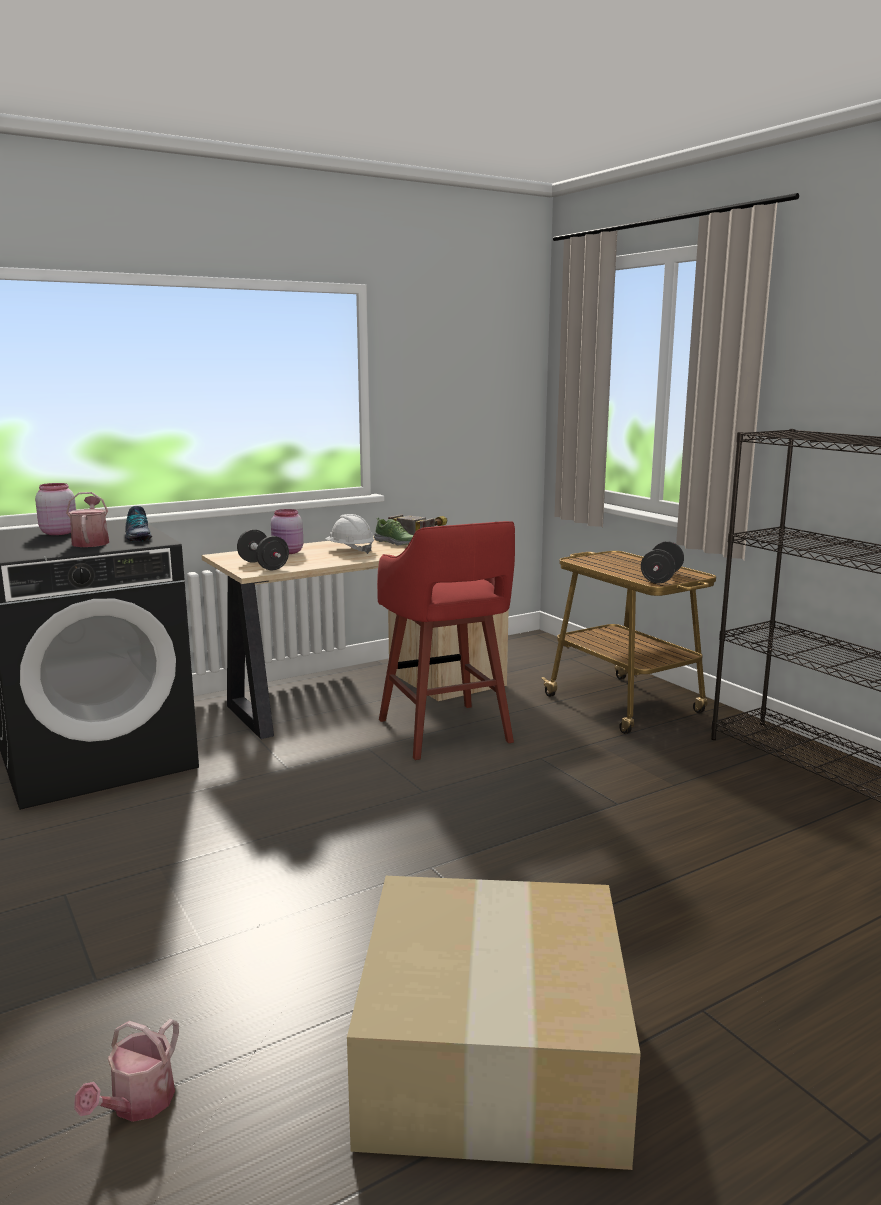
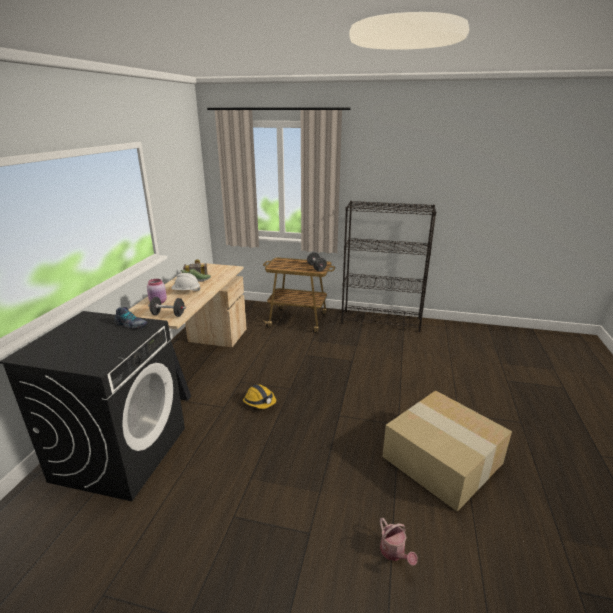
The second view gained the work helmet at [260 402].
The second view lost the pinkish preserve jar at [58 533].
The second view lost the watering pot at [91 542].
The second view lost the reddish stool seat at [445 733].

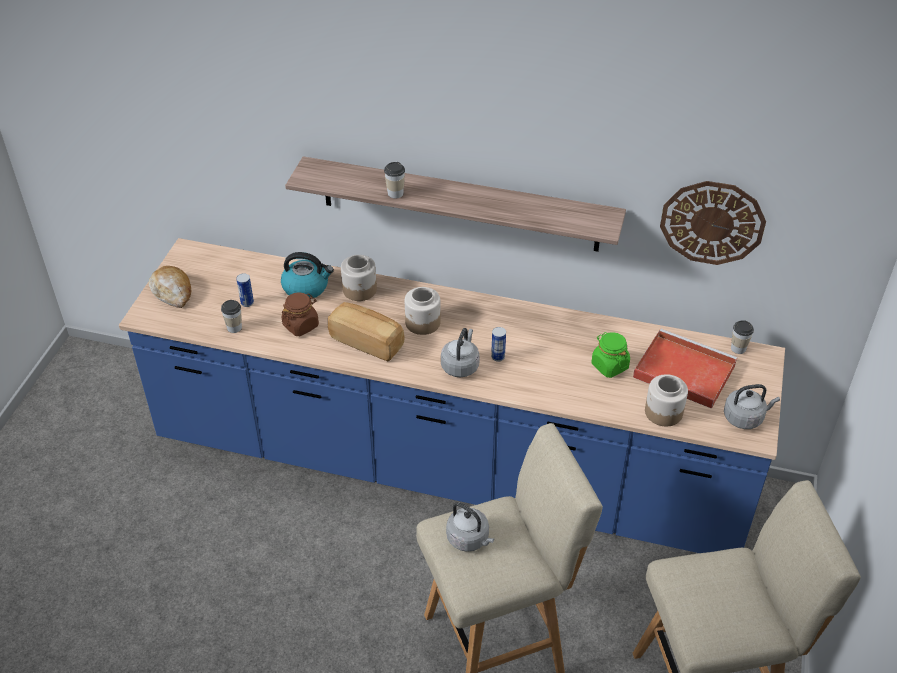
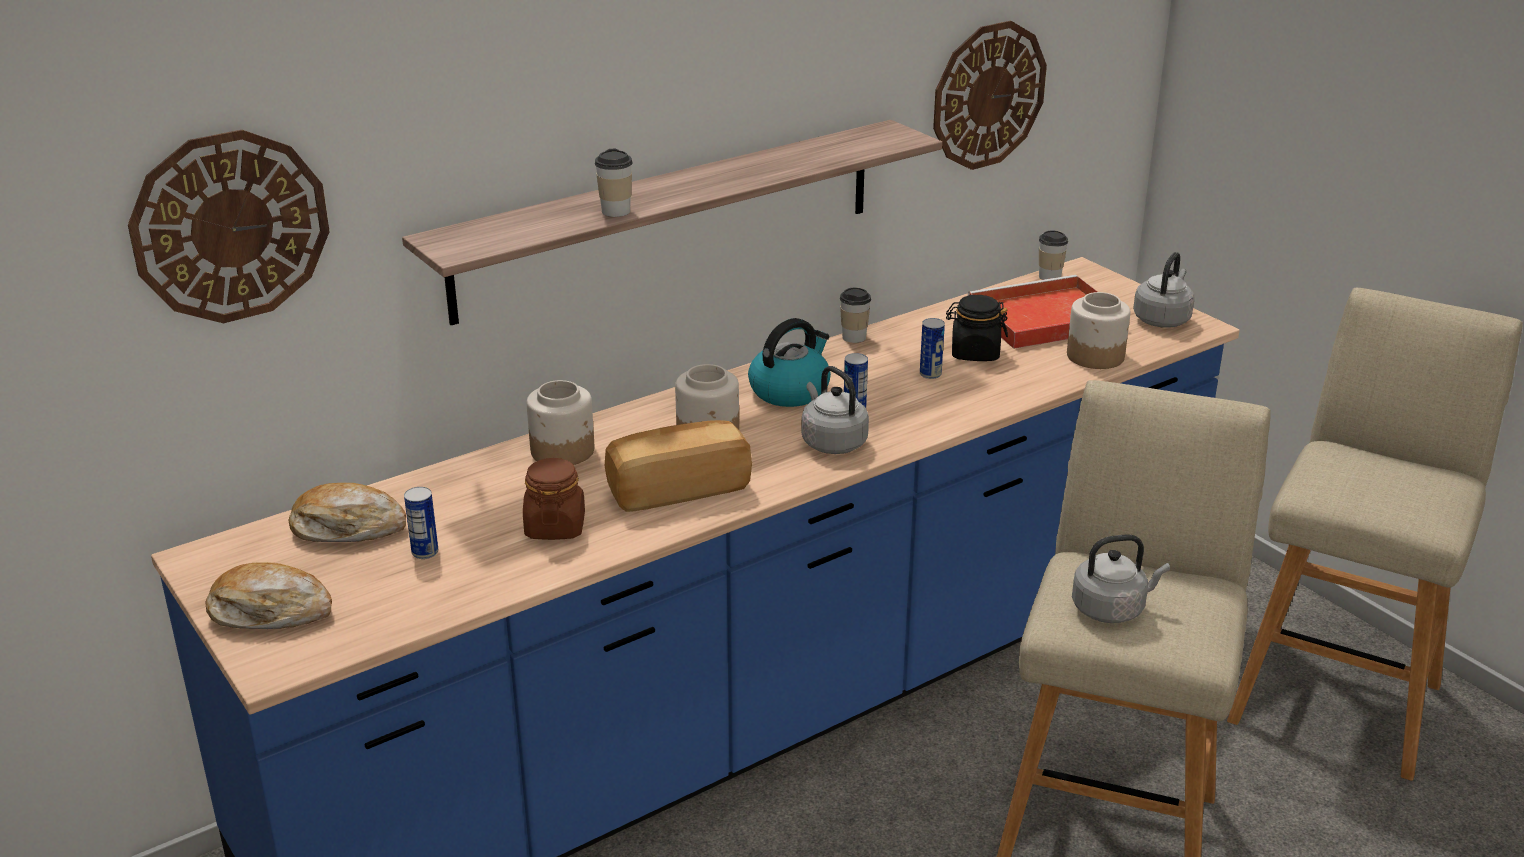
The second view gained the hanging clock at [230 227].
The second view gained the bread at [348 527].
The tea kettle ended up elsewhere, having gone from [306 287] to [790 390].
The cup ended up elsewhere, having gone from [234 327] to [854 337].
The second view gained the sealed can at [930 374].
What was the green-coloured preserve jar at [609 366] turned into the black preserve jar at [974 353].

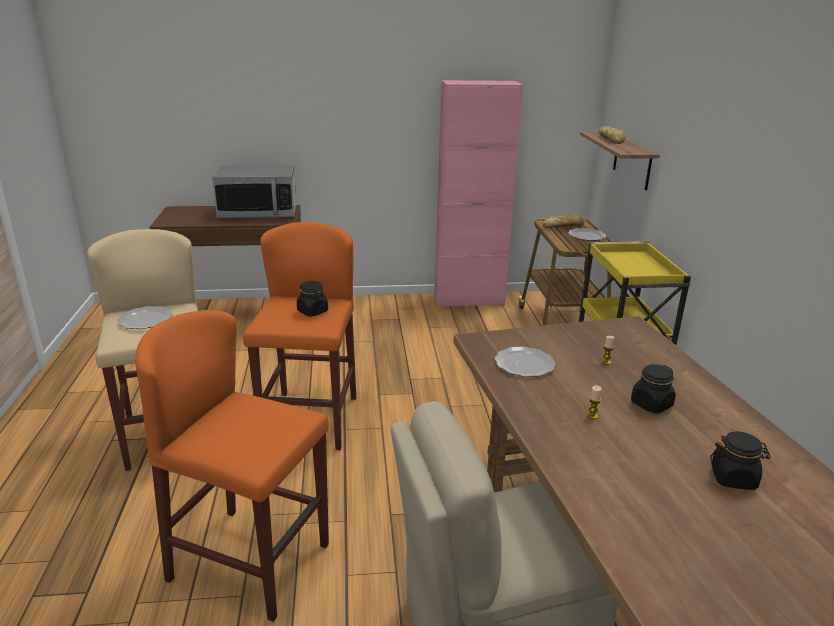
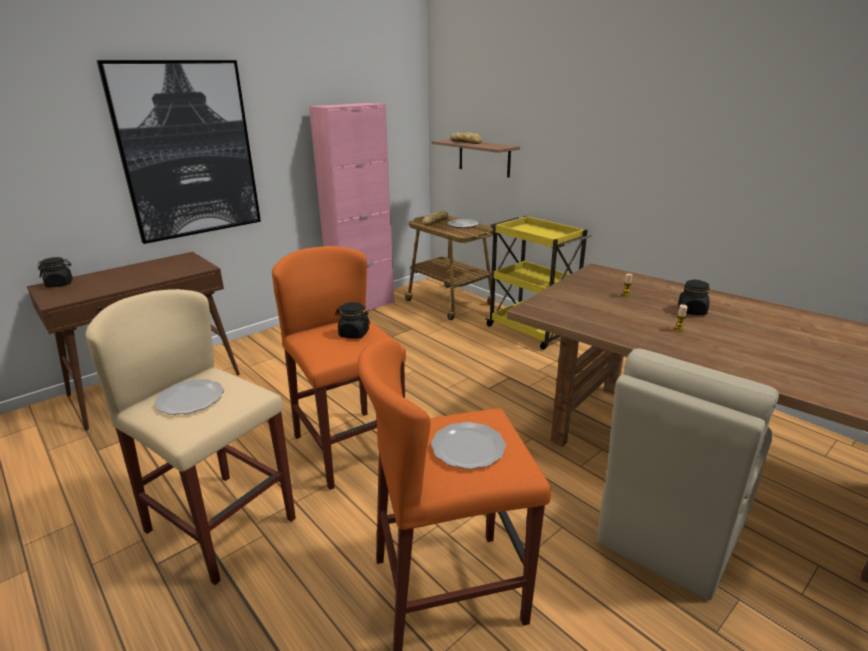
The black preserve jar ended up elsewhere, having gone from [733 478] to [60 284].
The second view gained the wall picture at [188 151].
The dinner plate ended up elsewhere, having gone from [523 364] to [467 448].
The second view lost the microwave oven at [258 213].

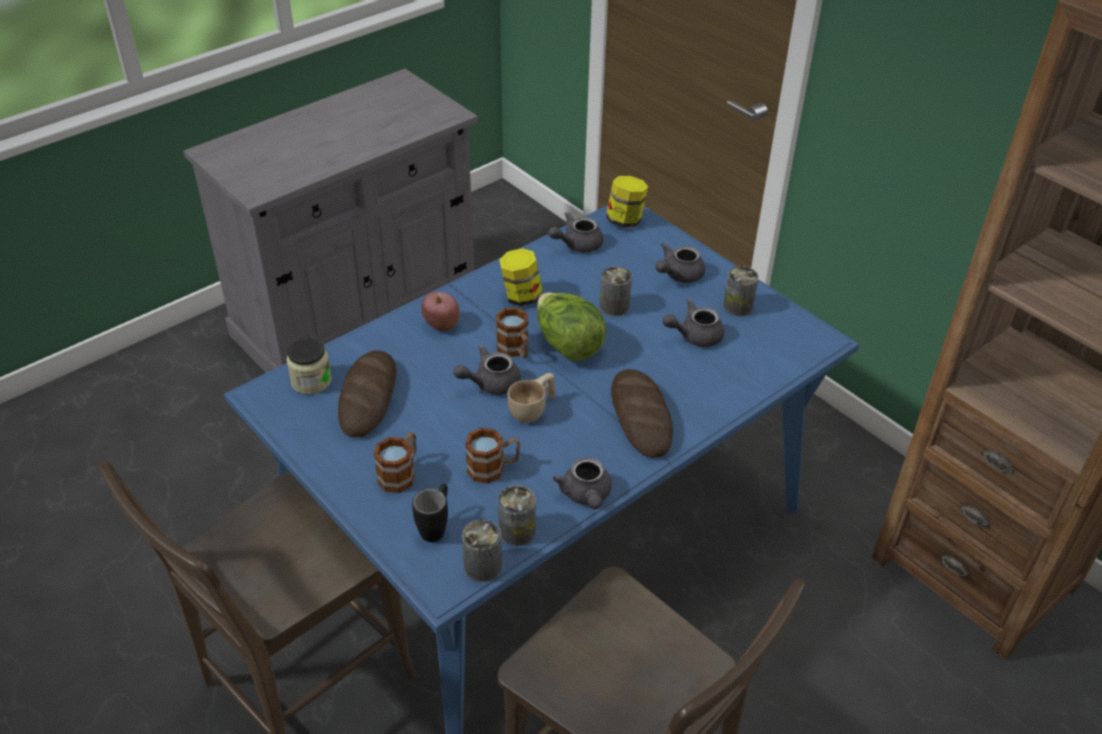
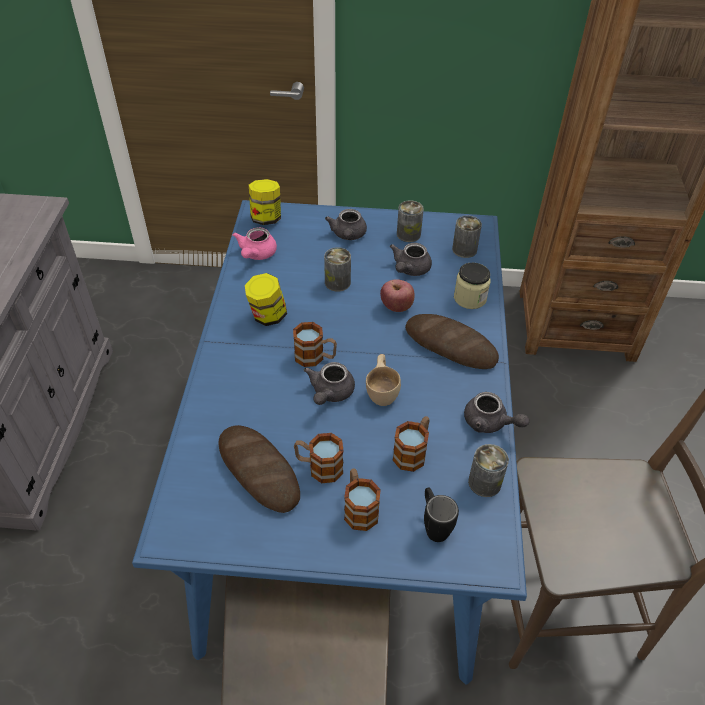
What was the grey teapot at [577 244] turned into the pinkish teapot at [256 254].
The second view gained the tea mug at [319 467].
The apple ended up elsewhere, having gone from [441 324] to [396 307].
The sealed can ended up elsewhere, having gone from [482 566] to [464 249].
The preserve jar ended up elsewhere, having gone from [311 381] to [470 298].
The second view lost the lettuce head at [567 345].

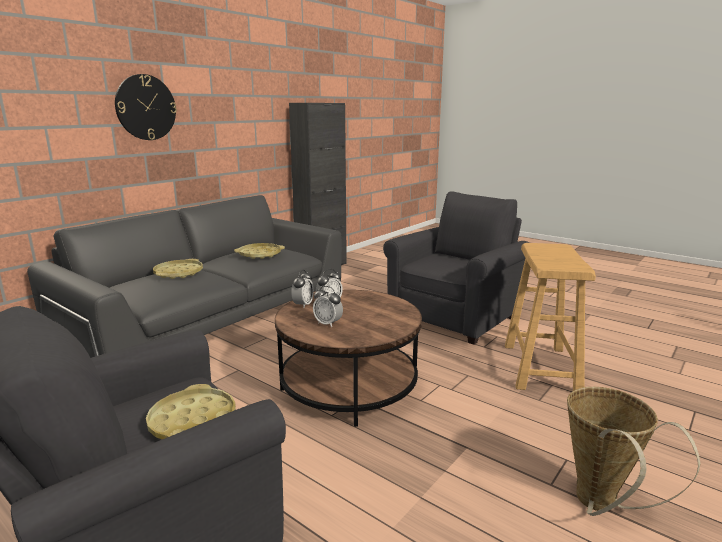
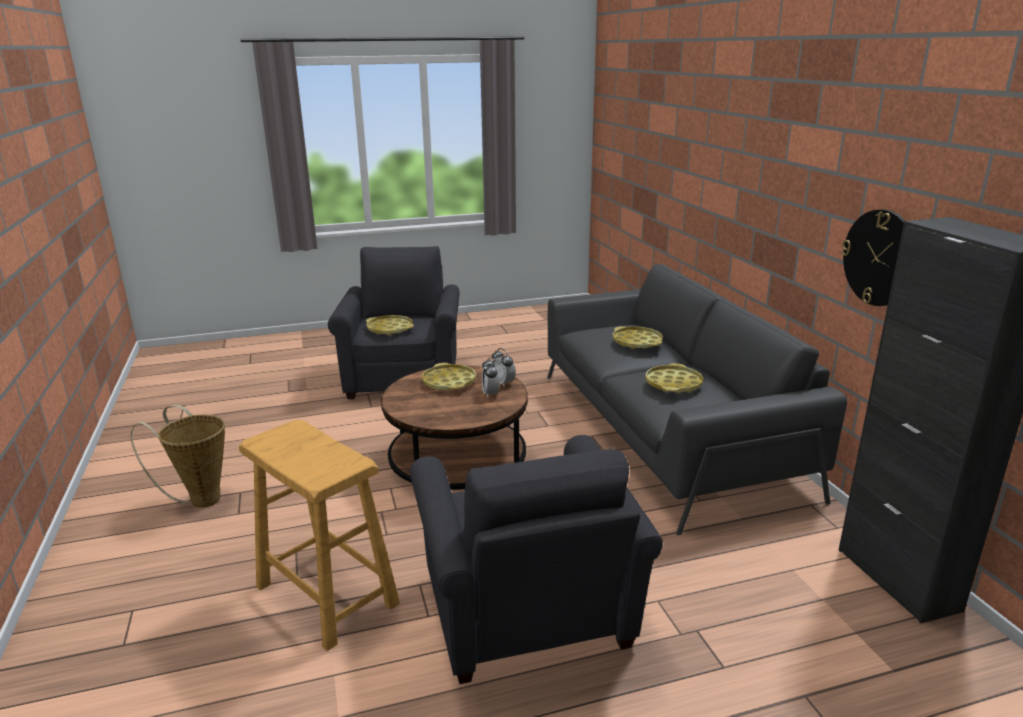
Where the table clock stood at [328 323], the yellow-coloured tray came to stand at [449 382].
The hanging clock ended up elsewhere, having gone from [146 107] to [880 258].

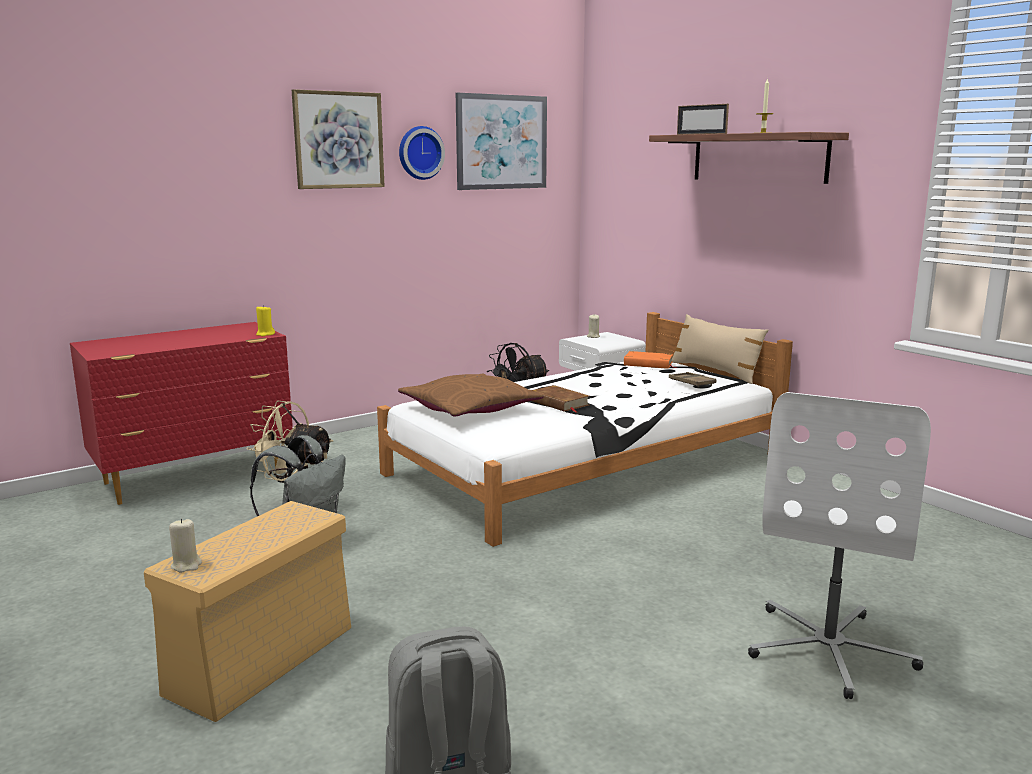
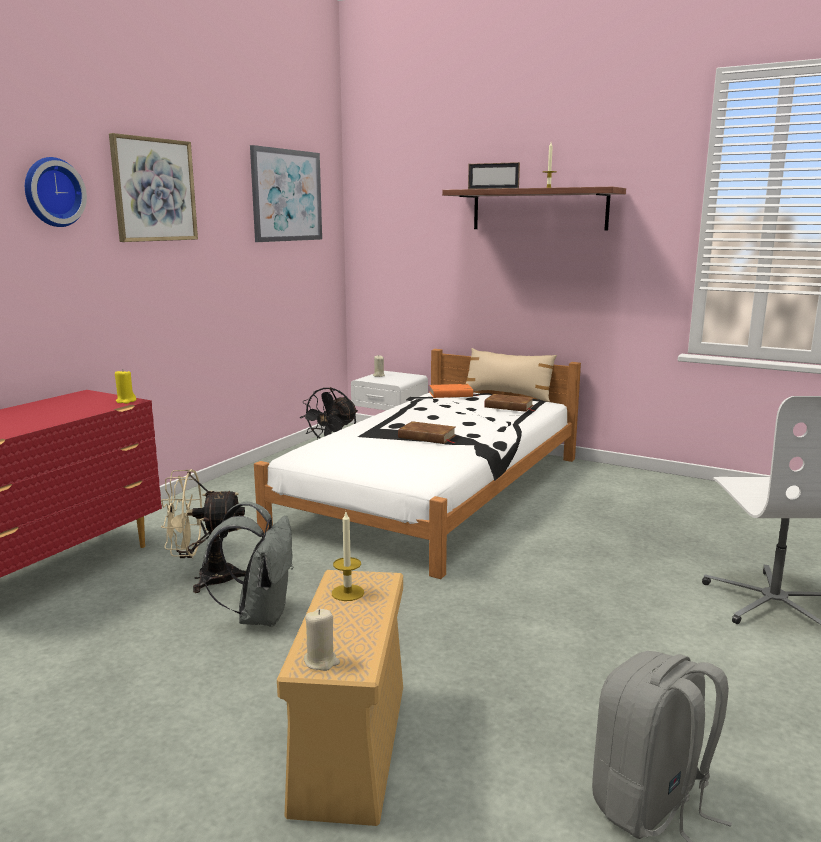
The hanging clock ended up elsewhere, having gone from [419 153] to [52 192].
The second view gained the wax light at [347 593].
Where the brown-coloured tray stood at [691 383], the brown-coloured volume came to stand at [509 406].
The second view lost the brown-coloured throw pillow at [470 409].

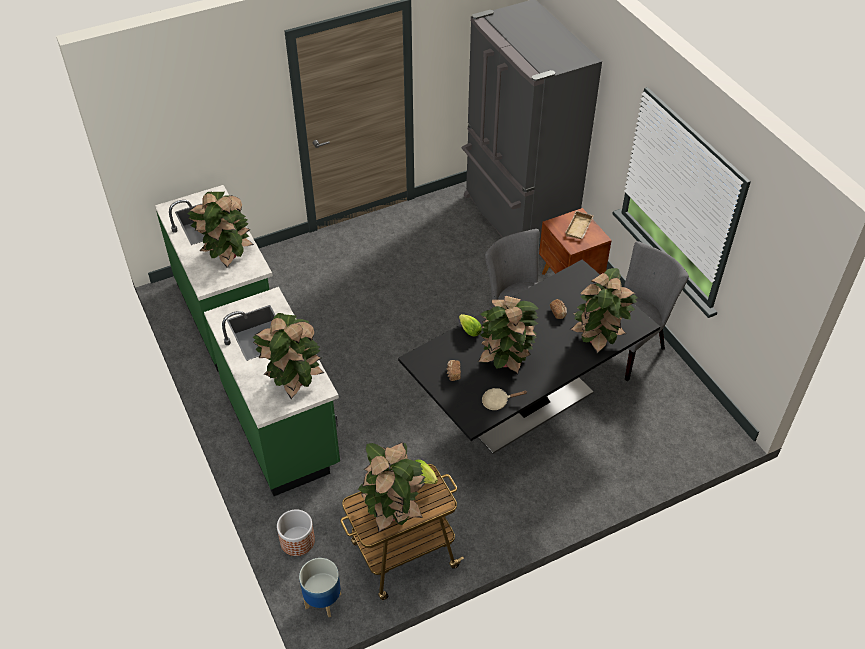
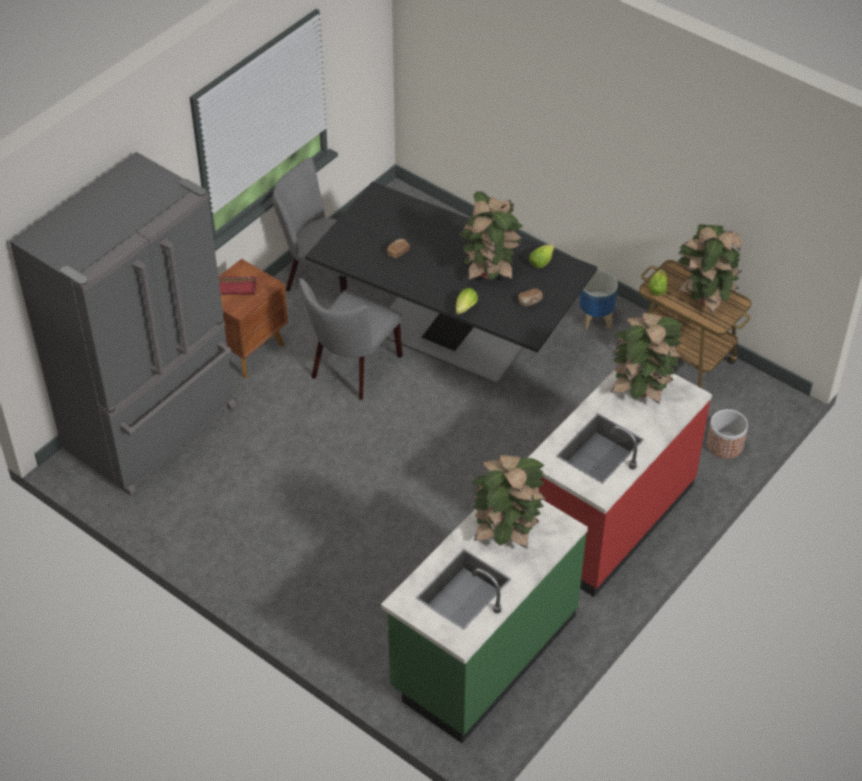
What was the beige-coloured tray at [579 228] turned into the reddish tray at [235 287].
What was the green-coloured kitchen counter at [282 426] turned into the reddish kitchen counter at [608 517].
Where the beige-coloured skillet stood at [498 401], the lettuce head came to stand at [542 261].
The plant pot ended up elsewhere, having gone from [322 601] to [595 320].
The second view lost the potted plant at [599 338].

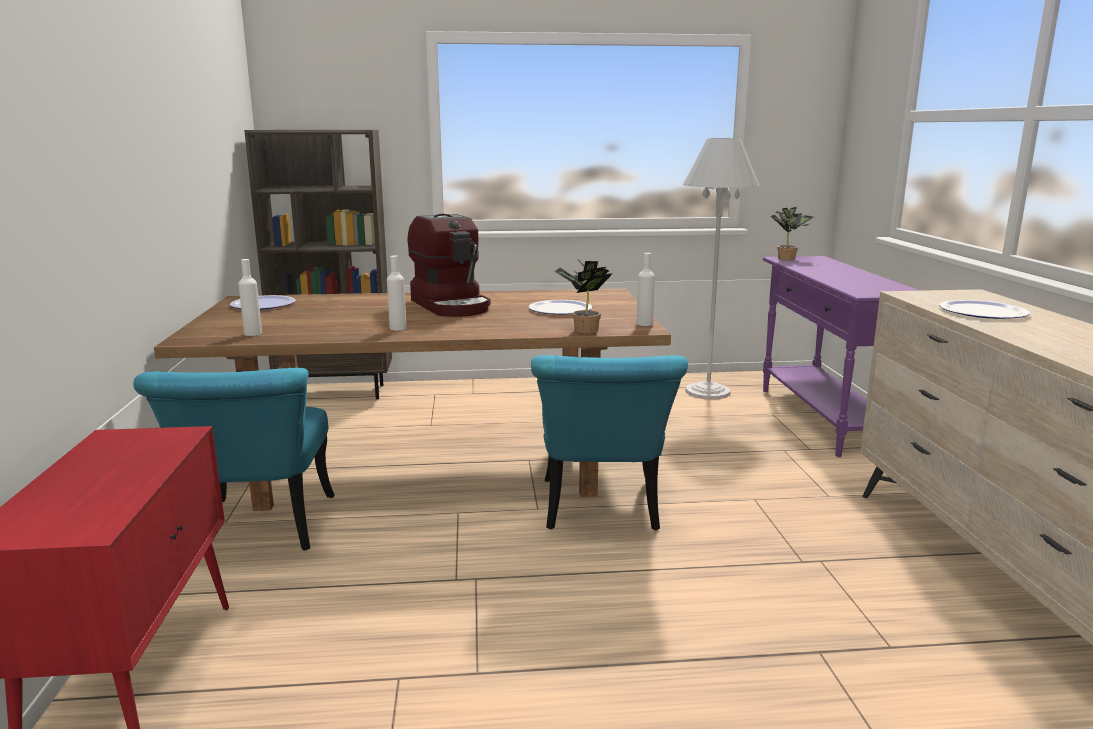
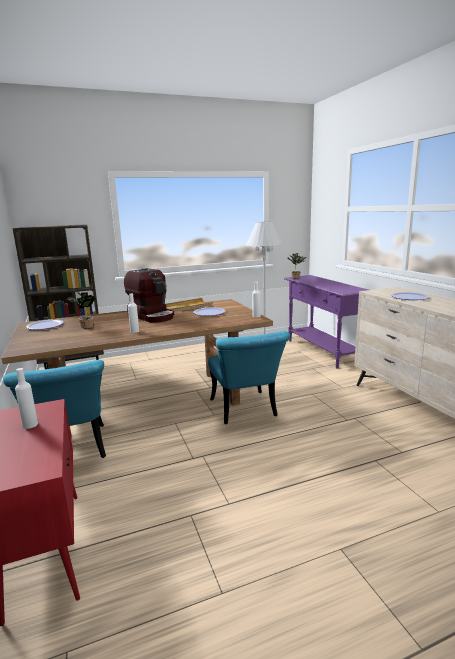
The whitish bottle ended up elsewhere, having gone from [253 333] to [30 425].
The potted plant ended up elsewhere, having gone from [582 330] to [85 326].
The second view gained the beige-coloured tray at [186 307].

